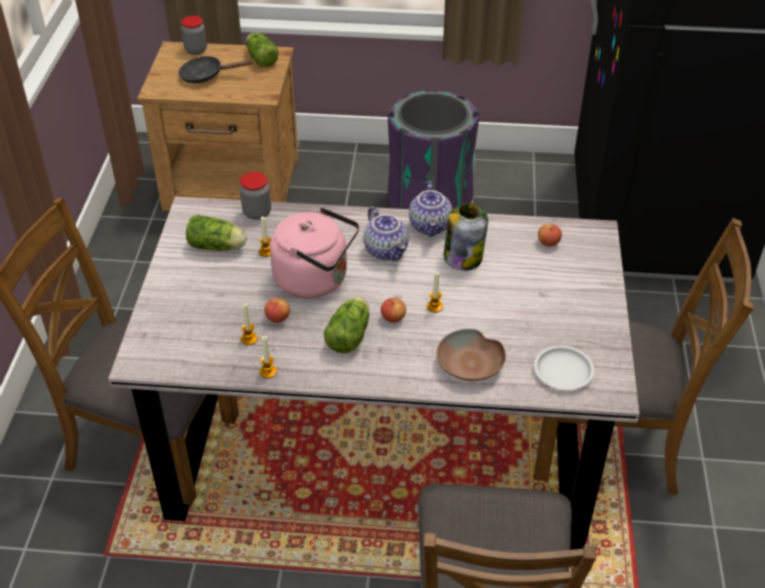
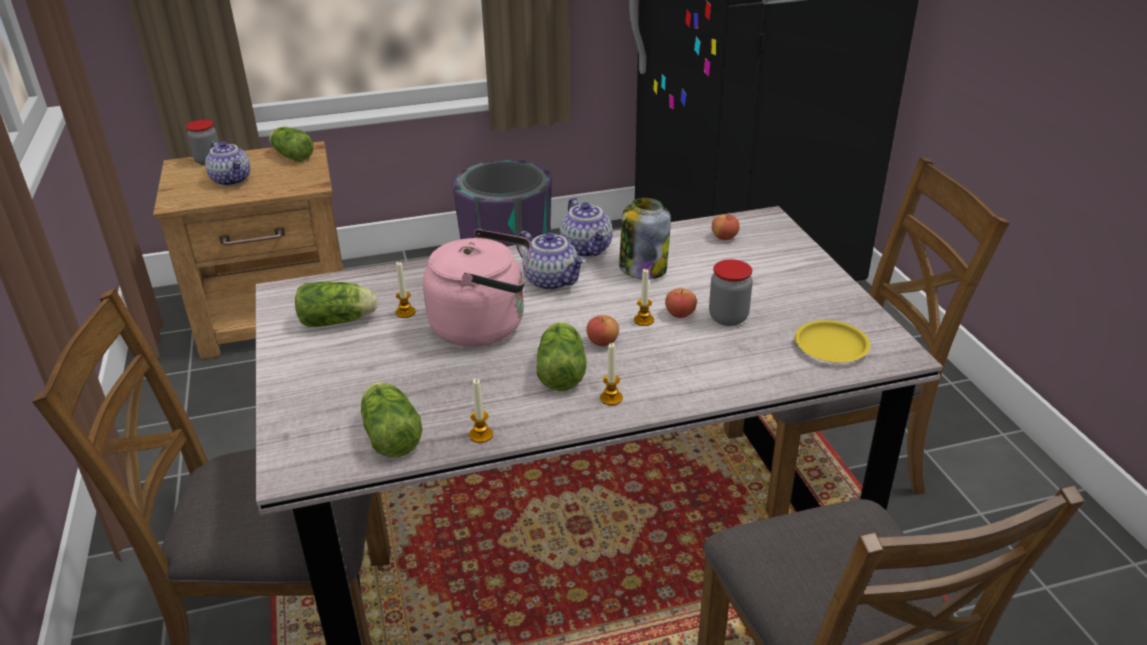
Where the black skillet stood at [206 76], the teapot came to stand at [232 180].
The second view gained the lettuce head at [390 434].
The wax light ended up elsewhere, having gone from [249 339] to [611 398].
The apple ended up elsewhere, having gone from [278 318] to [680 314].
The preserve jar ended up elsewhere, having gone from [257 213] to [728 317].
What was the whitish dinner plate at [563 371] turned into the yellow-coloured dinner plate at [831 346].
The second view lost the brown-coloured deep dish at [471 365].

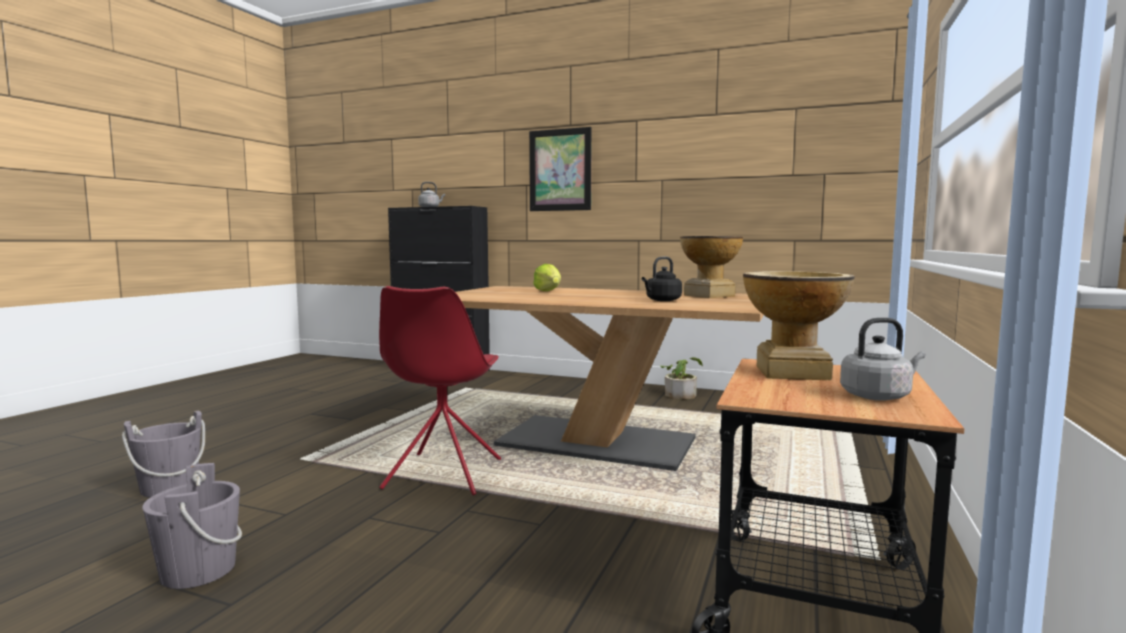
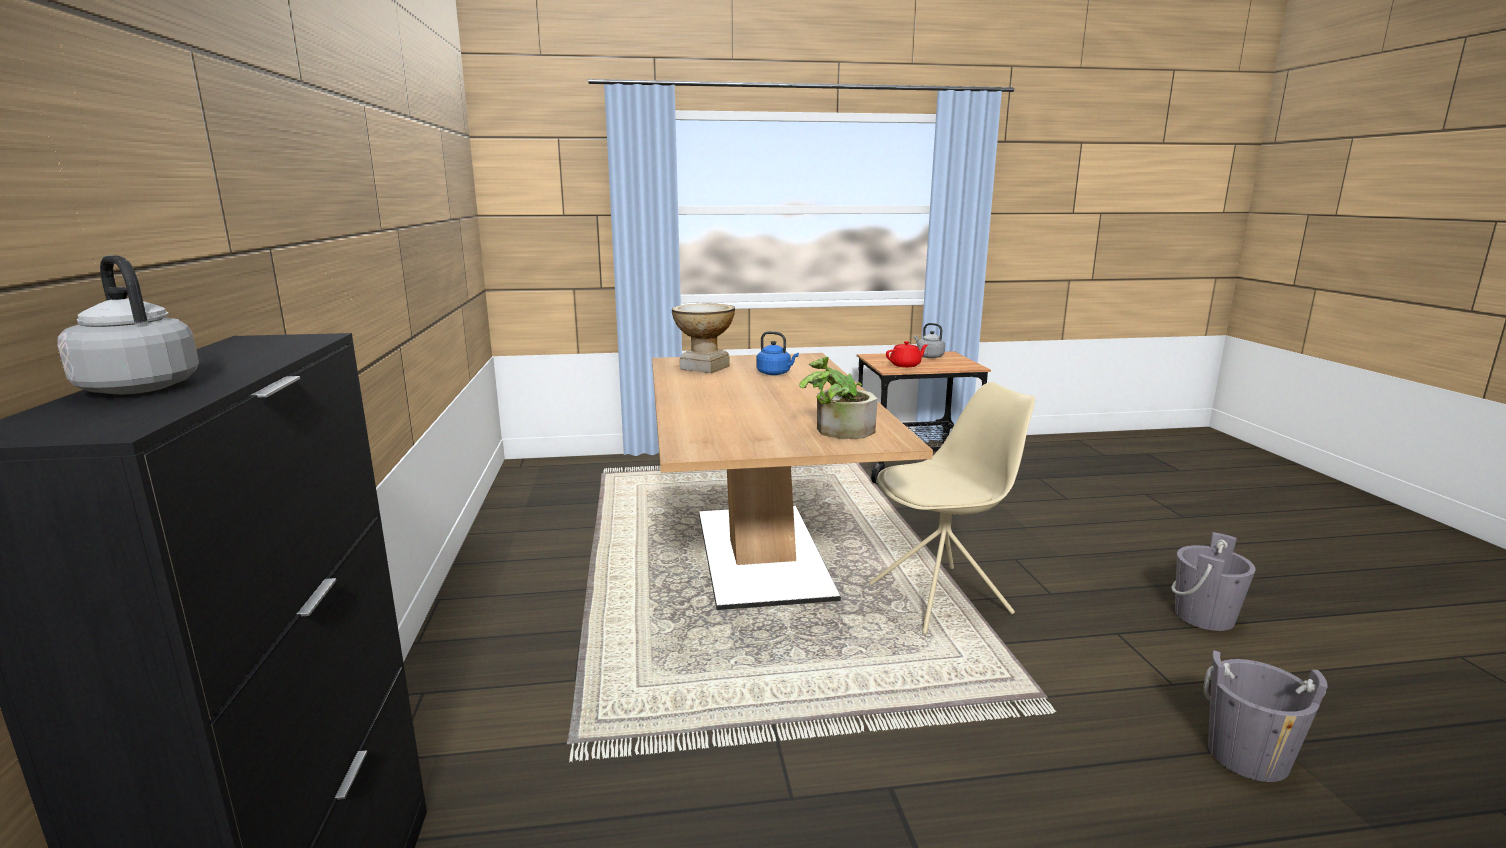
What was the black tea kettle at [662 300] turned into the blue tea kettle at [775 373].
The potted plant ended up elsewhere, having gone from [681 394] to [837 431].
What was the reddish upright chair at [442 474] turned into the beige-coloured upright chair at [942 598].
Where the decorative vase stood at [792 373], the reddish teapot came to stand at [906 365].
The second view lost the wall picture at [560 170].
The second view lost the lettuce head at [548 291].

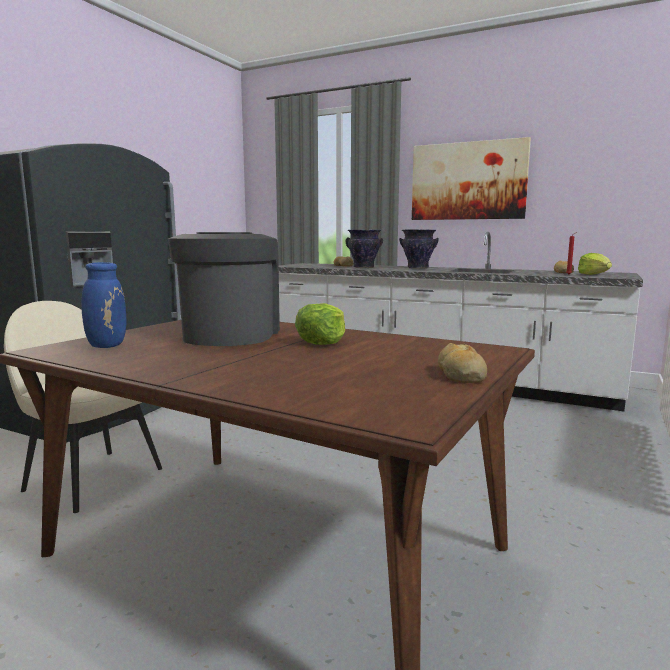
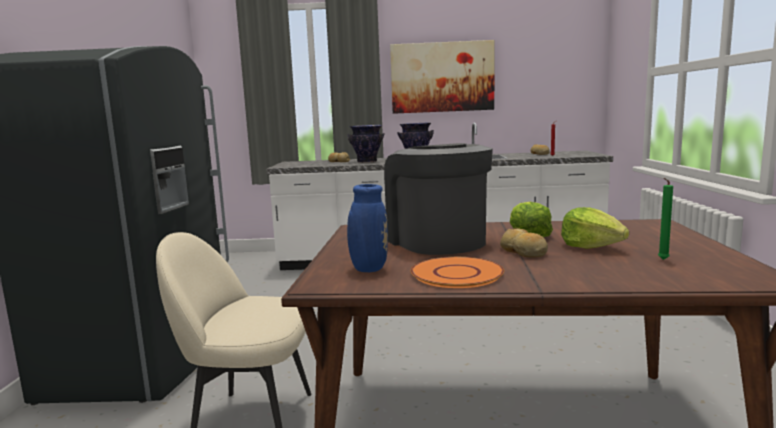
The second view gained the orangey dinner plate at [457 274].
The bread ended up elsewhere, having gone from [461 375] to [523 252].
The lettuce head ended up elsewhere, having gone from [594 274] to [591 246].
The second view gained the green-coloured wax light at [662 260].

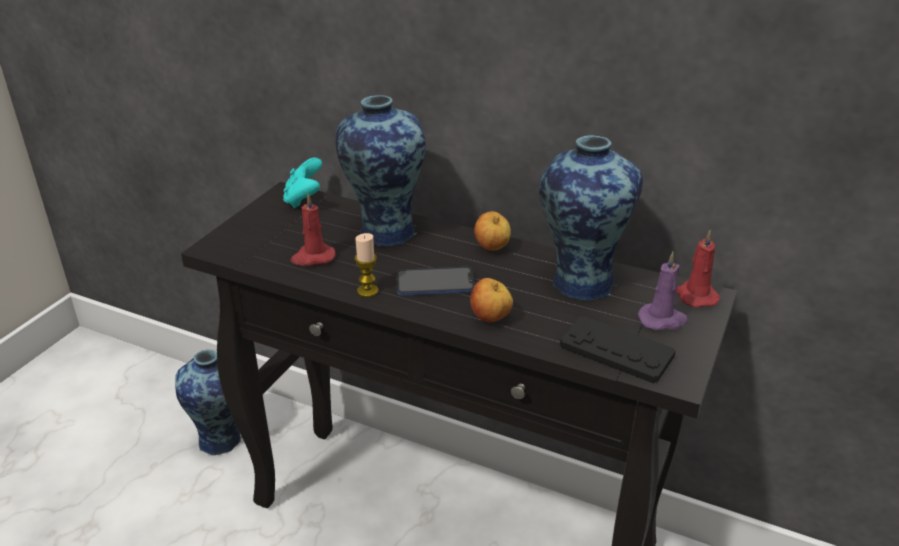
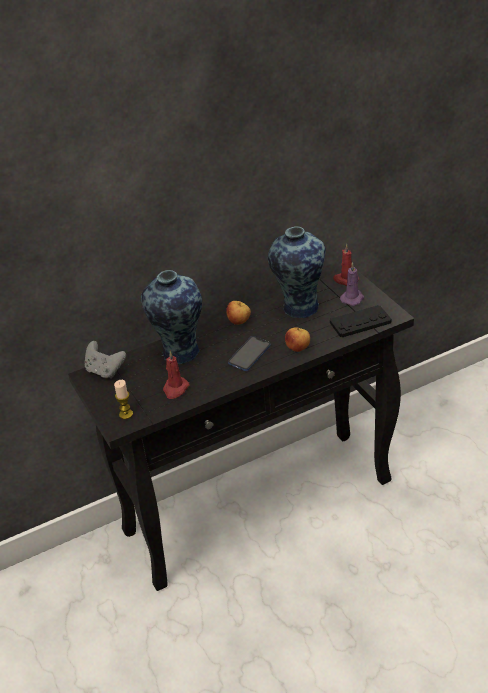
What was the turquoise joypad at [304 199] turned into the grey joypad at [105 371].
The wax light ended up elsewhere, having gone from [367 291] to [126 414].
The second view lost the decorative vase at [222 439].

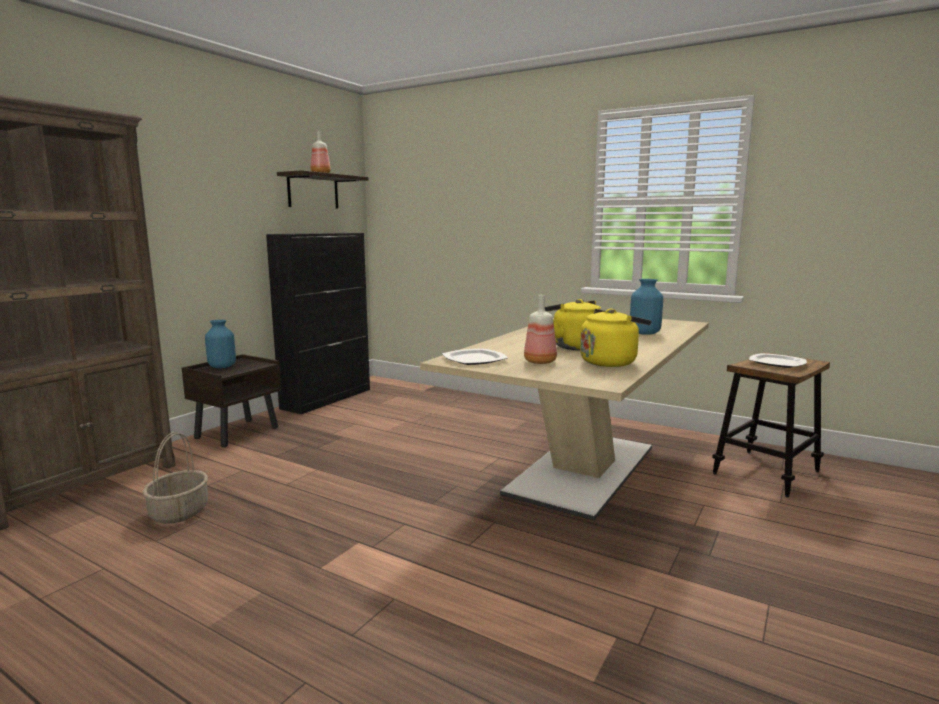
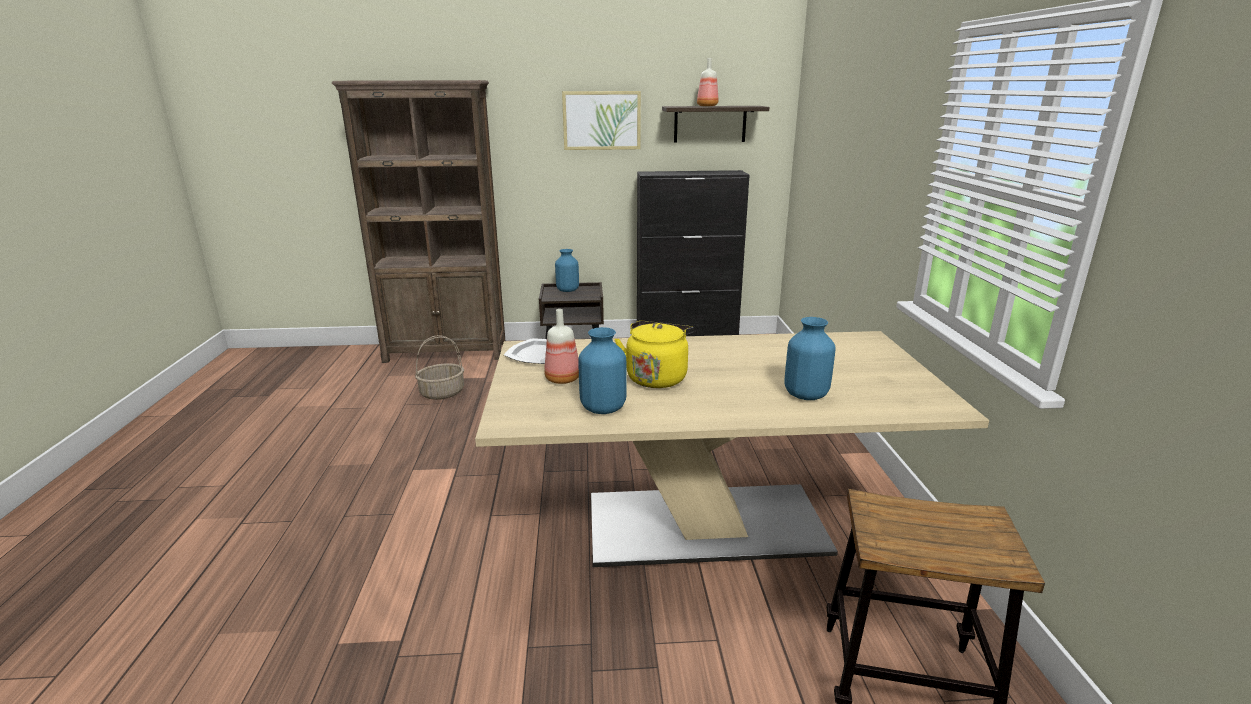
The second view gained the wall picture at [601 120].
Where the yellow-coloured tea kettle stood at [610 362], the blue decorative vase came to stand at [603 408].
The second view lost the dinner plate at [776 362].

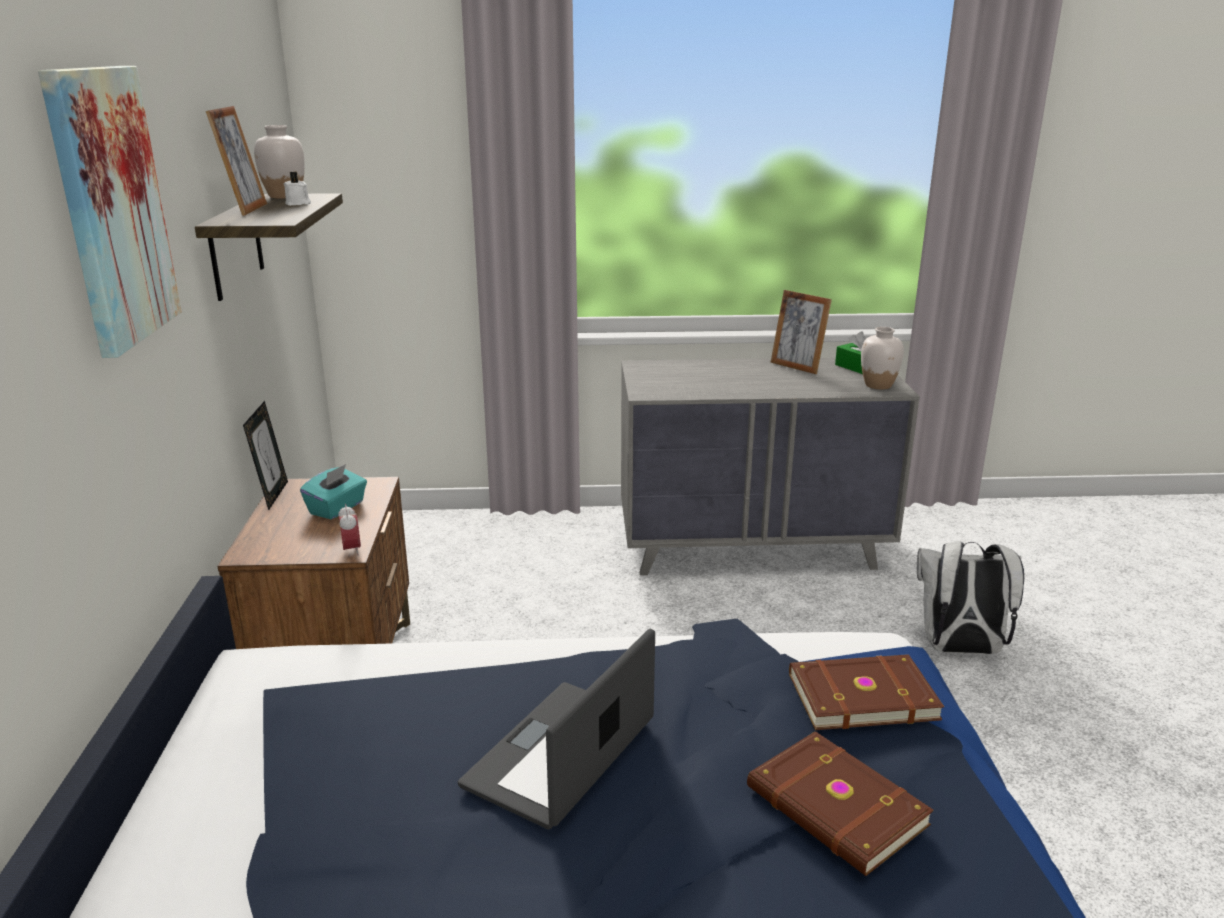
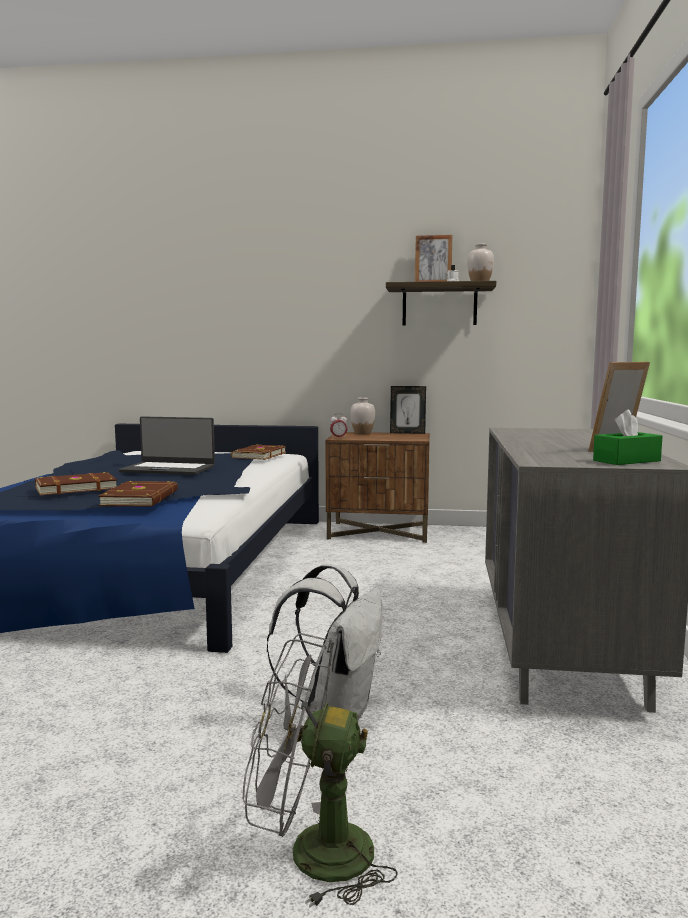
The laptop at [562 754] ended up facing another way, 150 degrees clockwise from before.
The second view gained the brown-coloured volume at [258 455].
The second view gained the grey electric fan at [312 854].
The whitish decorative vase ended up elsewhere, having gone from [878 385] to [362 433].
The second view lost the wall picture at [111 207].
The second view lost the turquoise box of tissues at [337 508].

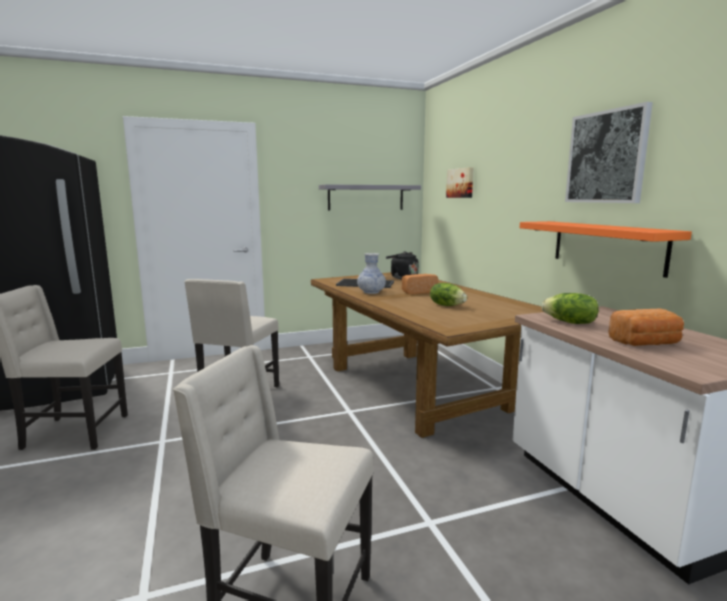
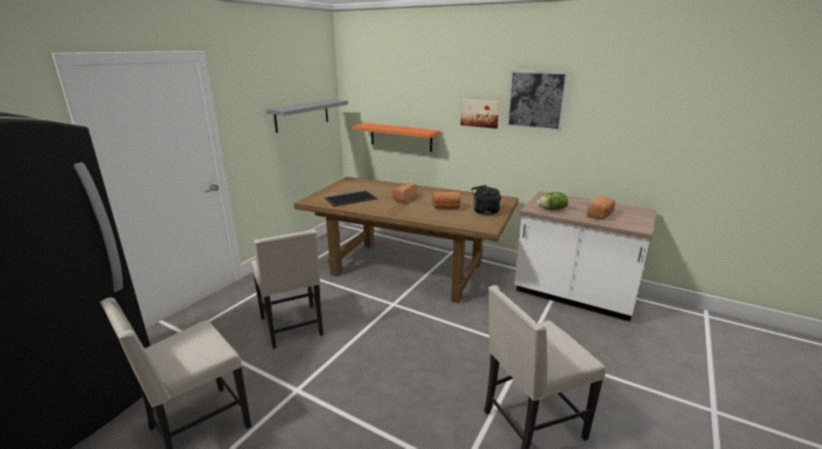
The orangey bracket shelf ended up elsewhere, having gone from [606 246] to [400 137].
Where the lettuce head stood at [447 305], the bread came to stand at [446 208].
The wall picture ended up elsewhere, having gone from [461 183] to [480 113].
The black tea kettle ended up elsewhere, having gone from [402 277] to [484 212].
The second view lost the decorative vase at [371 292].

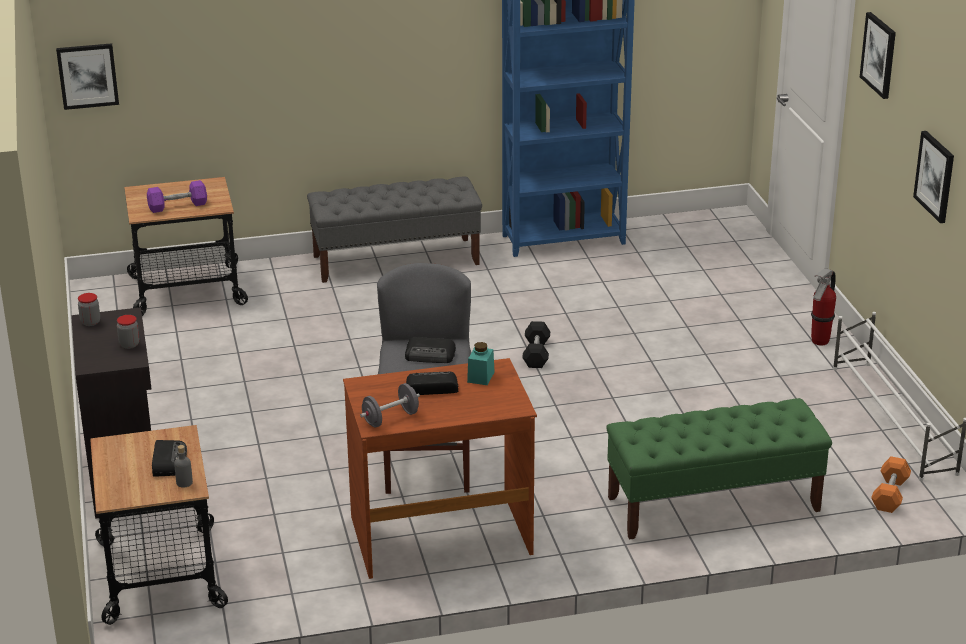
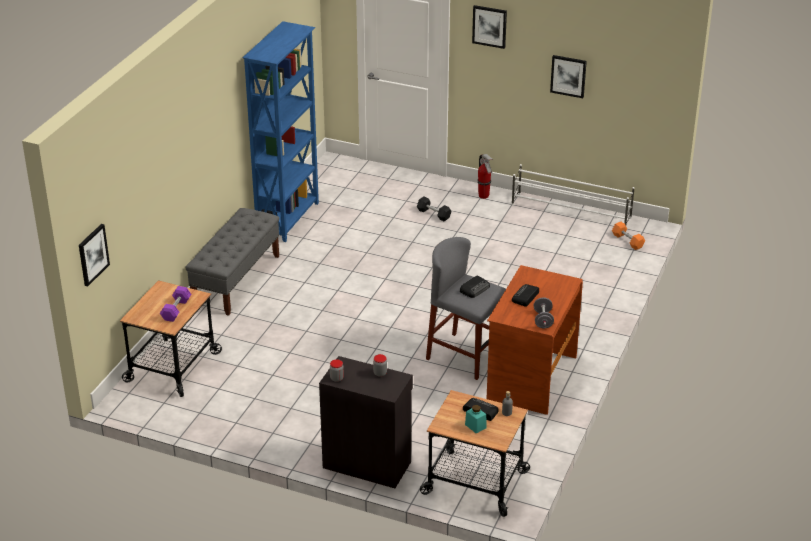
The black free weight ended up elsewhere, having gone from [536 354] to [433 214].
The turquoise preserve jar ended up elsewhere, having gone from [481 377] to [475 426].
The second view lost the green-coloured indoor bench at [712 504].

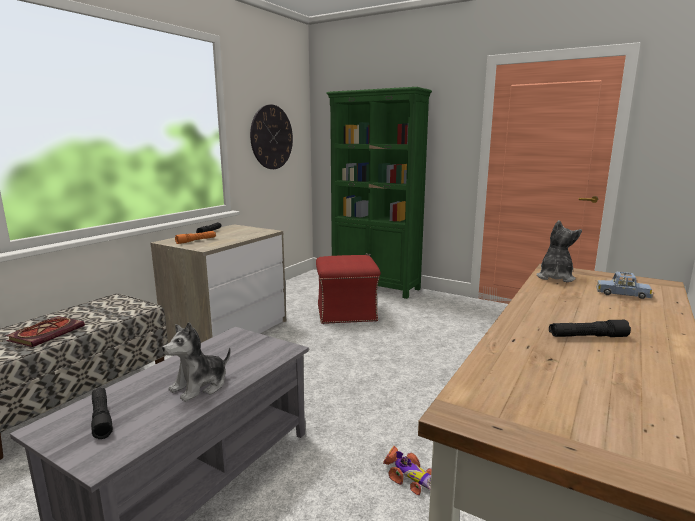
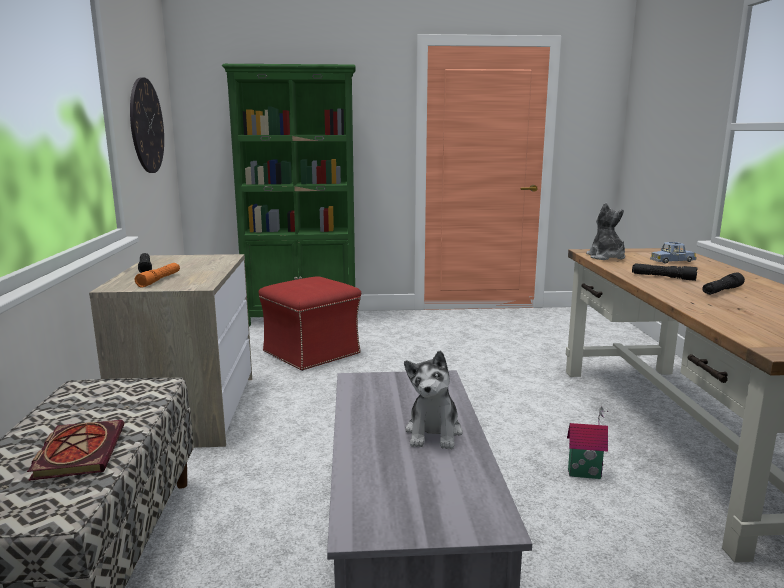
Where the model car stood at [408 477], the miniature house came to stand at [584 473].
The black flashlight ended up elsewhere, having gone from [101 418] to [663 277].

